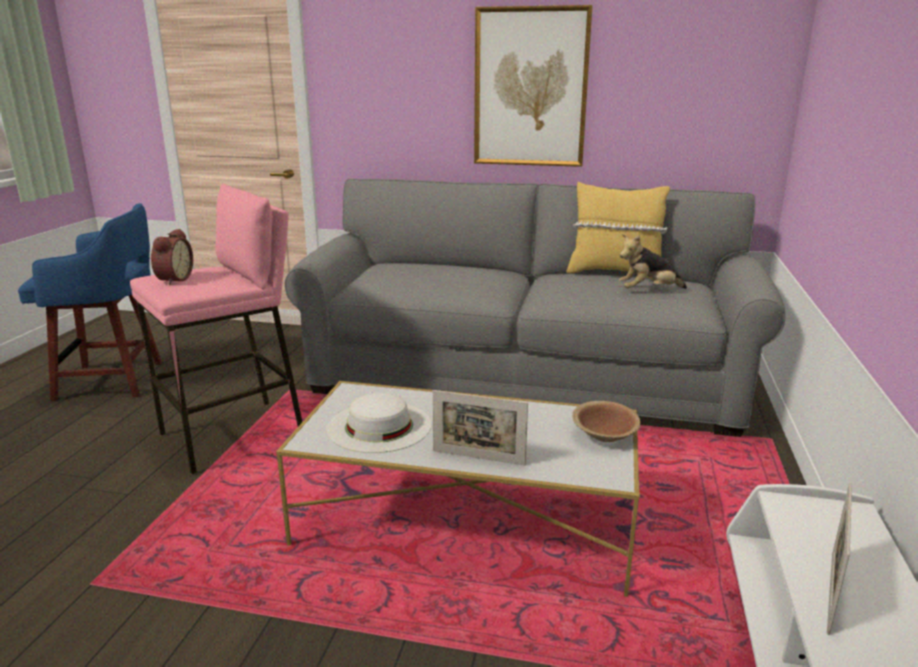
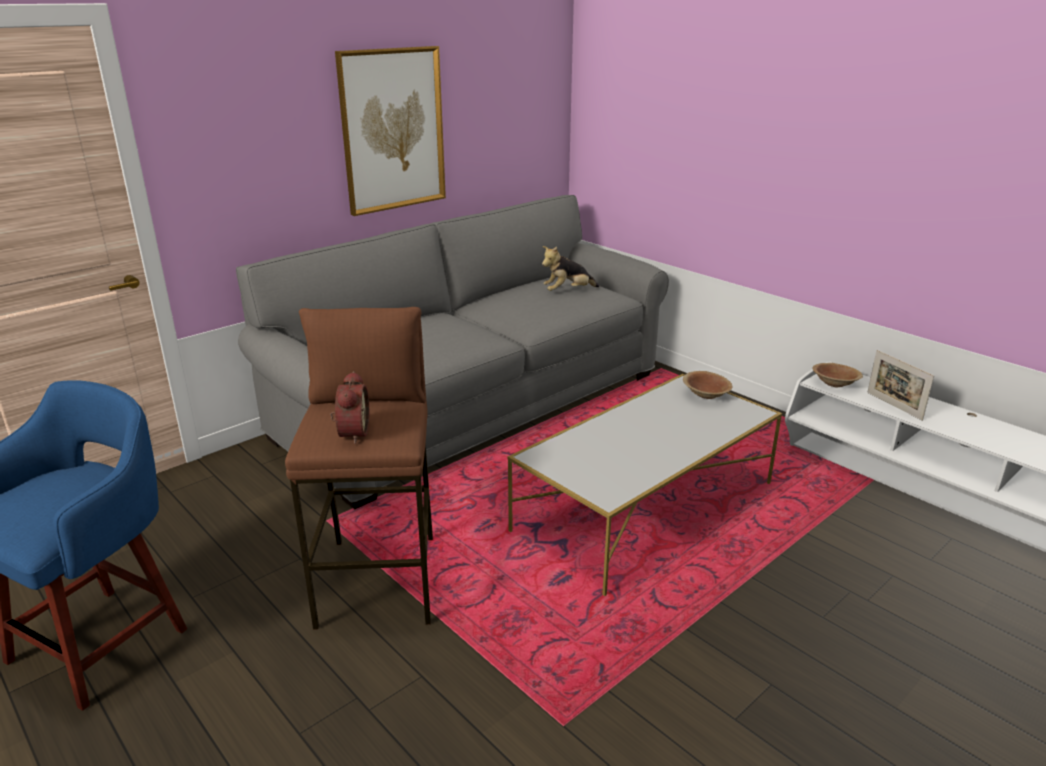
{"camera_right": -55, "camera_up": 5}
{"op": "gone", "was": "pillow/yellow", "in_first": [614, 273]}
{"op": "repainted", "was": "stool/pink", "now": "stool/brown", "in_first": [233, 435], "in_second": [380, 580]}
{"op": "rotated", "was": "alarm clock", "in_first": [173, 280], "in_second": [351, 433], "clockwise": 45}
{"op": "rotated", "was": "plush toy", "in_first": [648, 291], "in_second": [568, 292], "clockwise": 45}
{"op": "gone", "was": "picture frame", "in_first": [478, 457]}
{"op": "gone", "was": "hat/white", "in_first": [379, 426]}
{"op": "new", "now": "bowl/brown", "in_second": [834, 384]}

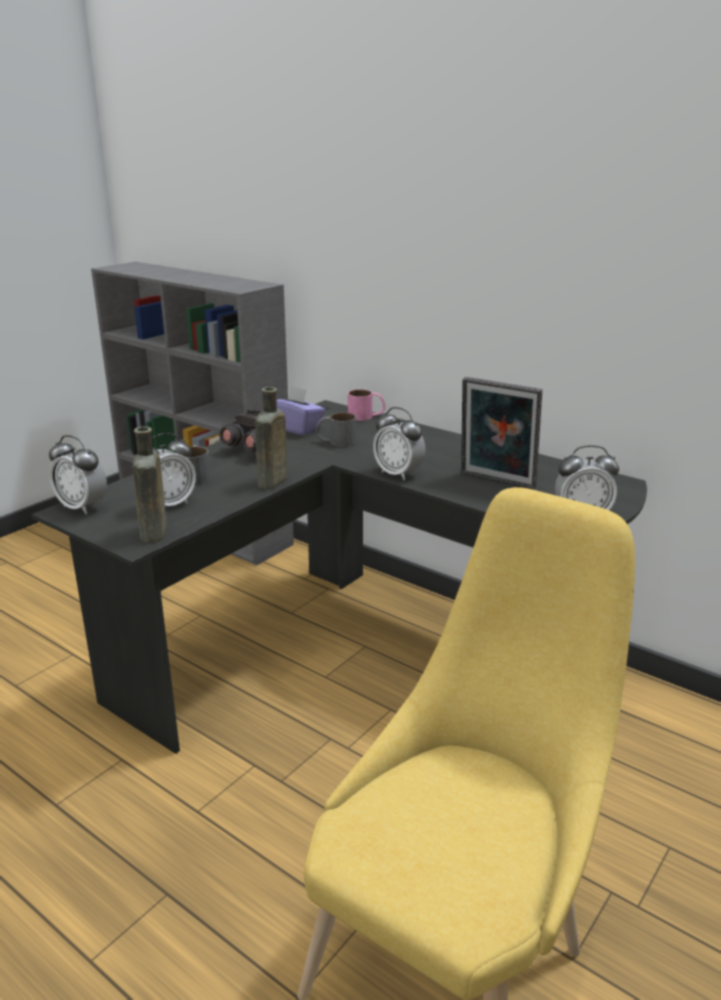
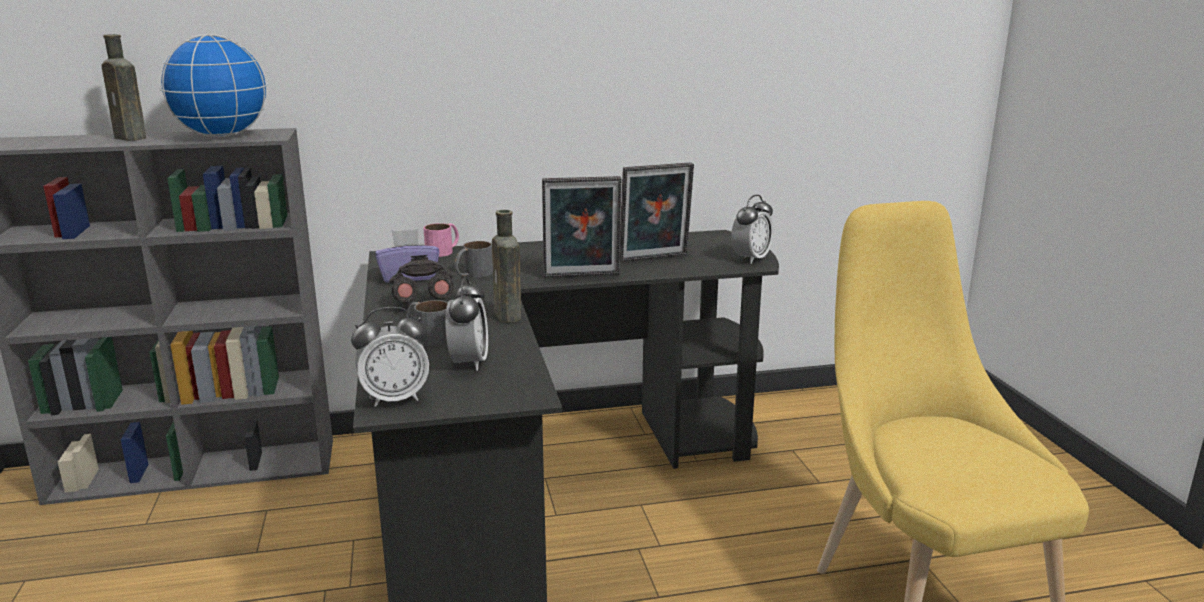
{"camera_right": -50, "camera_up": -5}
{"op": "swapped", "was": "alarm clock", "now": "picture frame", "in_first": [398, 474], "in_second": [582, 276]}
{"op": "shifted", "was": "bottle/brown", "in_first": [154, 535], "in_second": [132, 138]}
{"op": "new", "now": "globe", "in_second": [221, 136]}

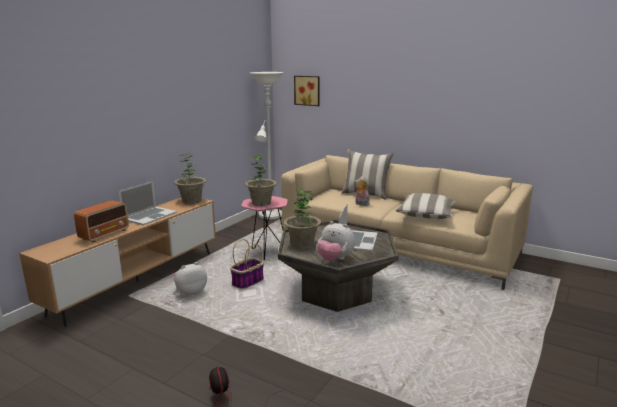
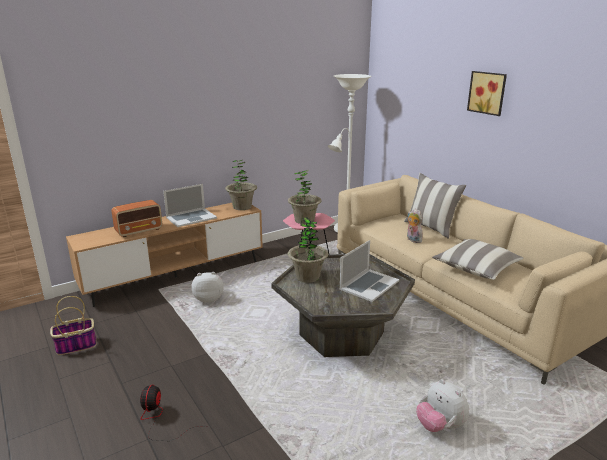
{"camera_right": 25, "camera_up": 5}
{"op": "shifted", "was": "picture", "in_first": [307, 90], "in_second": [487, 93]}
{"op": "shifted", "was": "plush toy", "in_first": [335, 259], "in_second": [440, 426]}
{"op": "shifted", "was": "basket", "in_first": [247, 282], "in_second": [75, 346]}

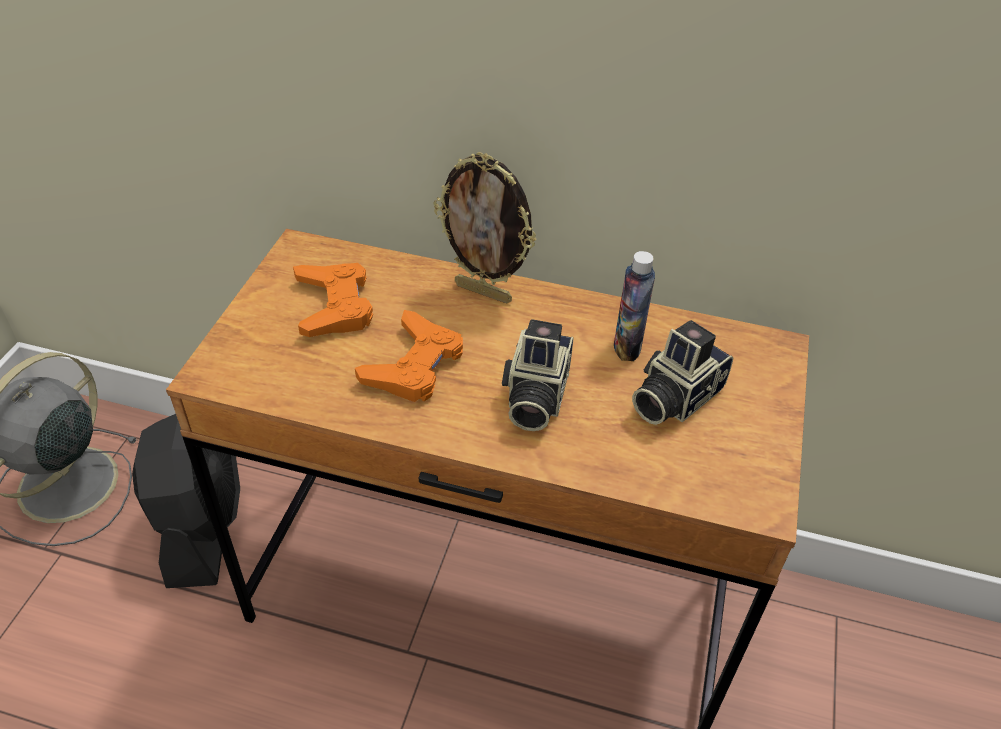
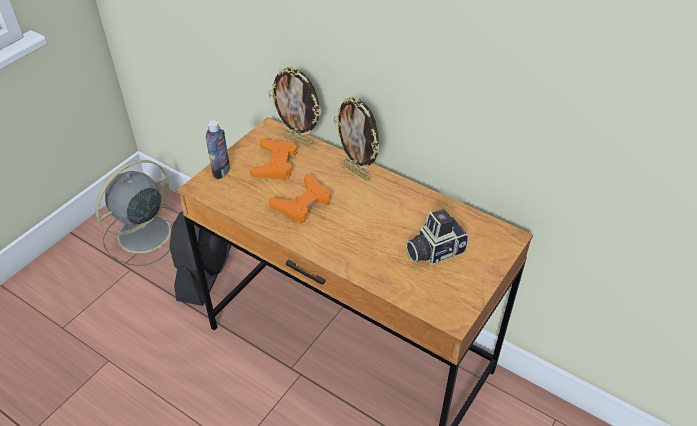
{"camera_right": 20, "camera_up": 0}
{"op": "shifted", "was": "bottle", "in_first": [627, 346], "in_second": [221, 172]}
{"op": "gone", "was": "photo camera", "in_first": [534, 397]}
{"op": "new", "now": "picture frame", "in_second": [298, 140]}

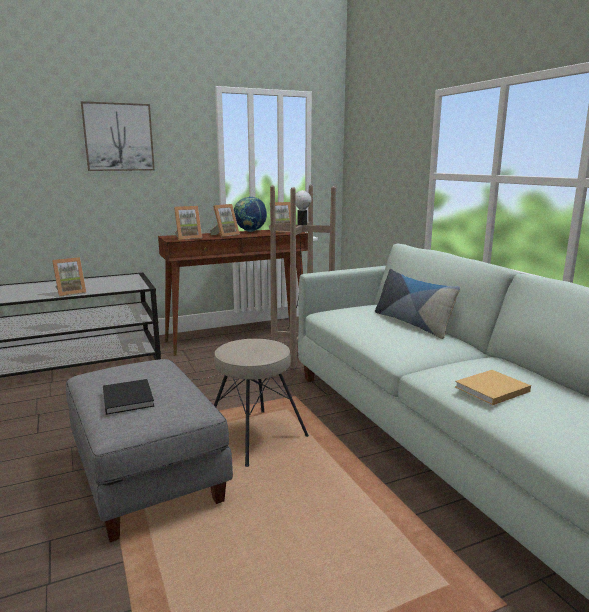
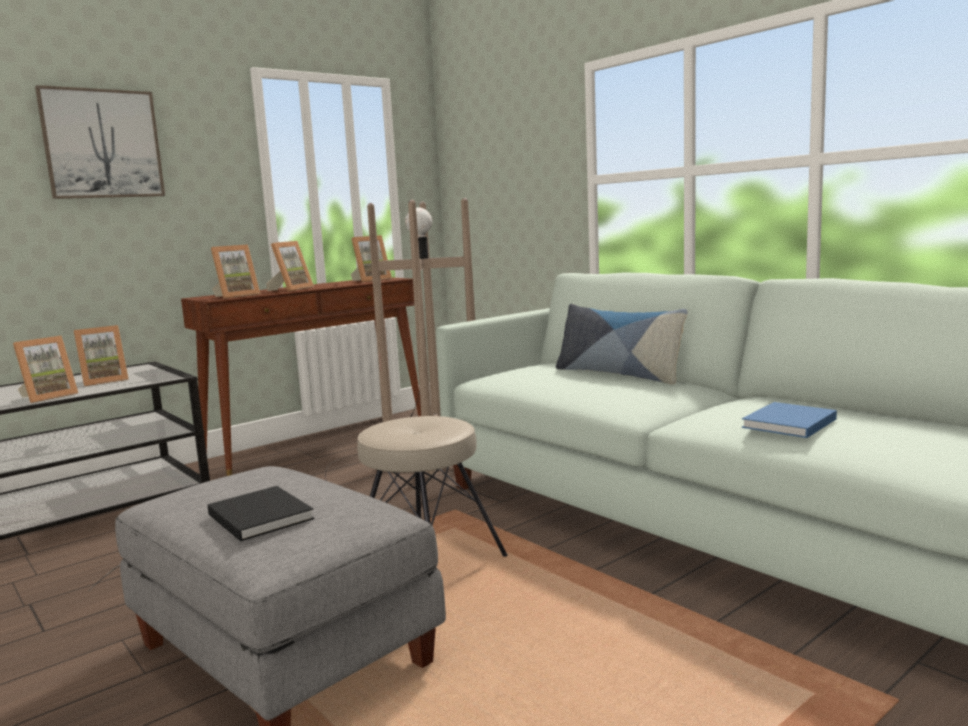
{"camera_right": -15, "camera_up": -5}
{"op": "gone", "was": "globe", "in_first": [250, 231]}
{"op": "repainted", "was": "book/beige", "now": "book/blue", "in_first": [490, 390], "in_second": [788, 424]}
{"op": "new", "now": "picture frame", "in_second": [104, 381]}

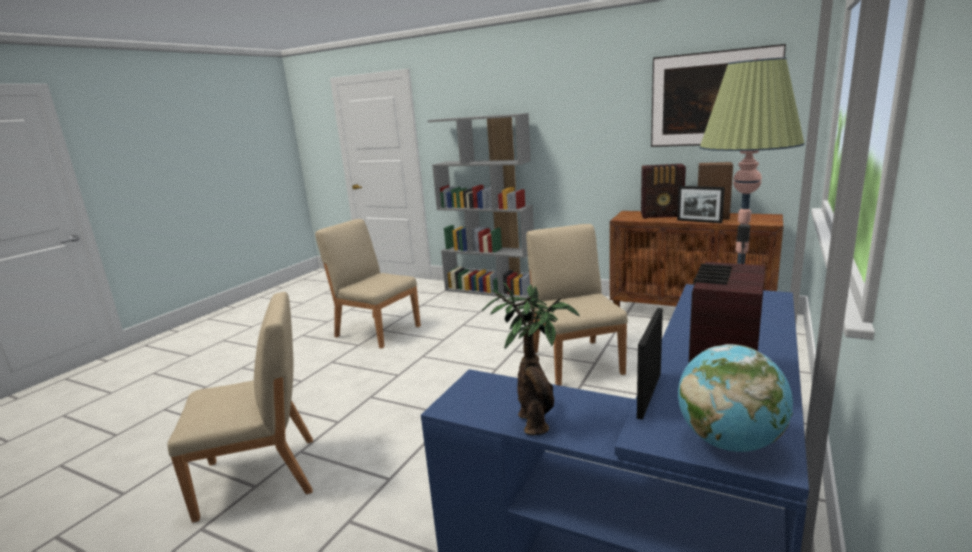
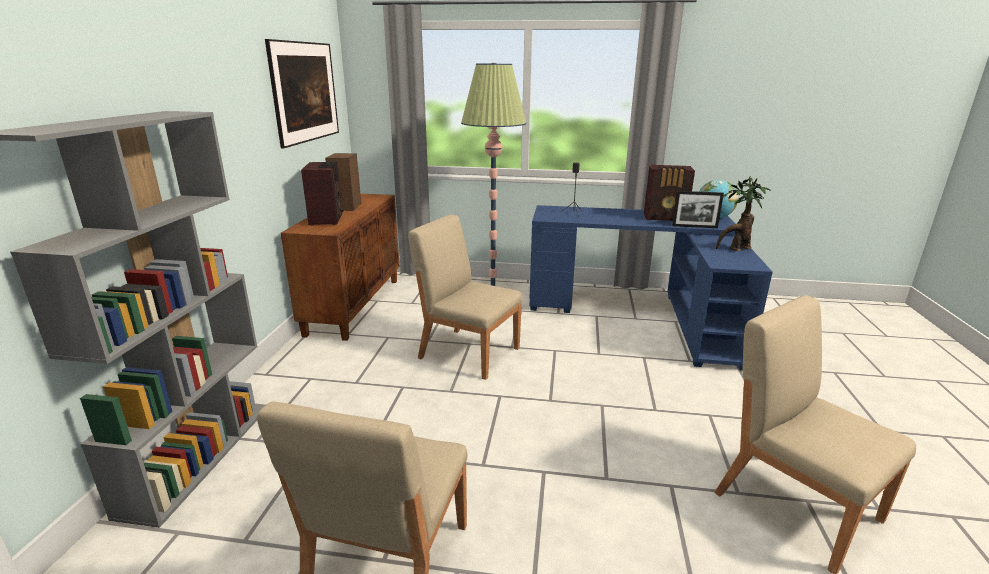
{"camera_right": -110, "camera_up": 5}
{"op": "gone", "was": "picture frame", "in_first": [699, 221]}
{"op": "rotated", "was": "chair/beige", "in_first": [576, 361], "in_second": [468, 352], "clockwise": 60}

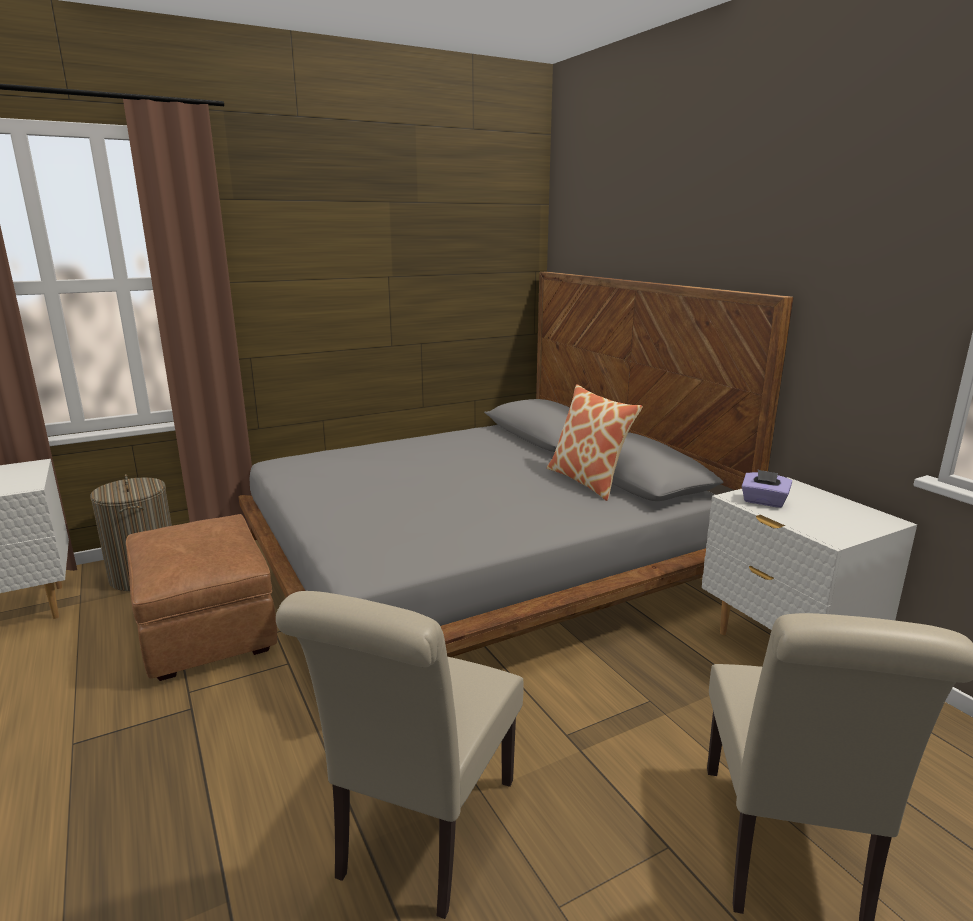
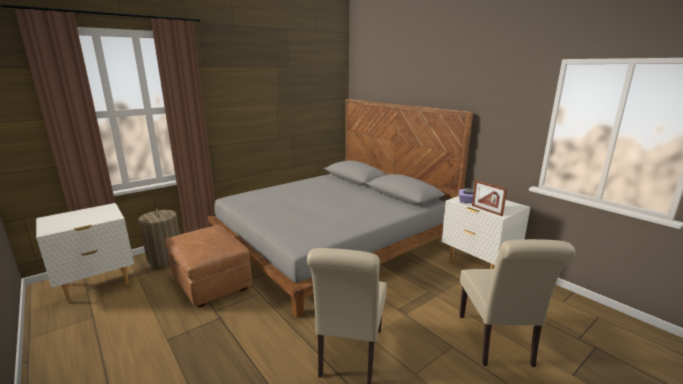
{"camera_right": -10, "camera_up": 0}
{"op": "gone", "was": "pillow", "in_first": [588, 481]}
{"op": "new", "now": "picture frame", "in_second": [486, 210]}

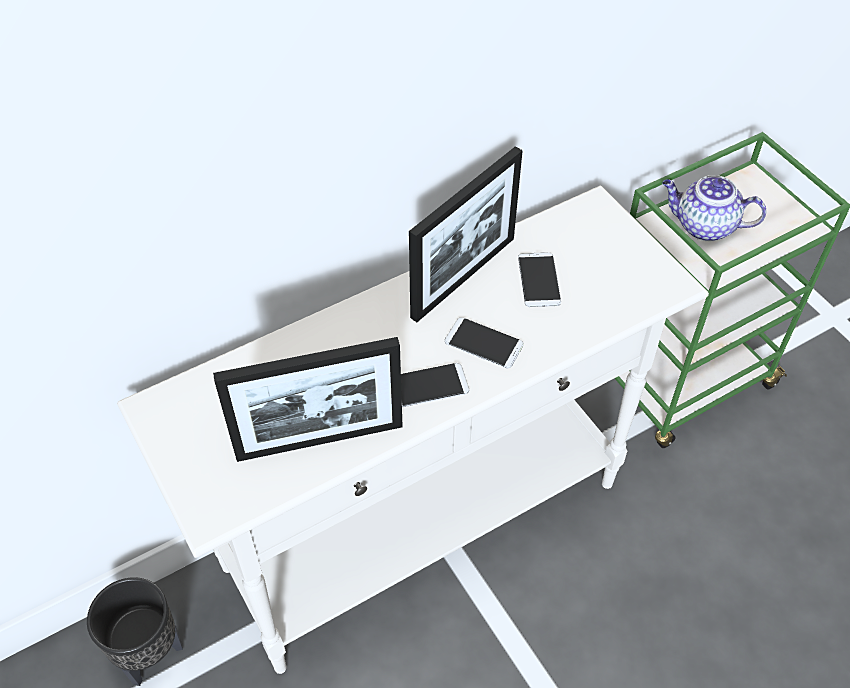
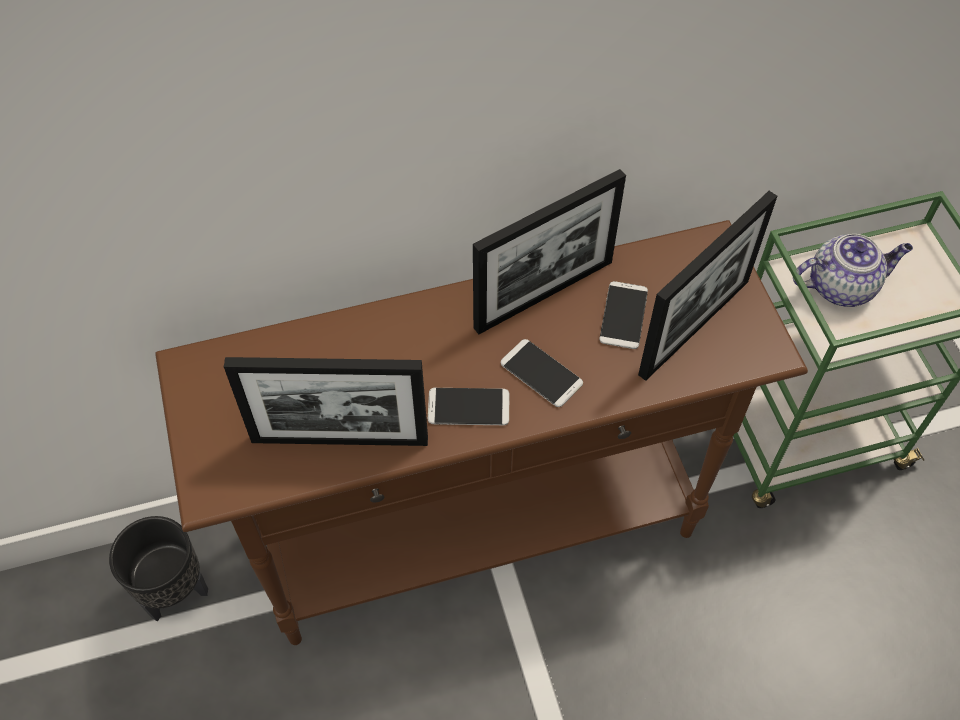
{"camera_right": 15, "camera_up": 5}
{"op": "rotated", "was": "teapot", "in_first": [703, 226], "in_second": [842, 286], "clockwise": 135}
{"op": "repainted", "was": "console table/white", "now": "console table/brown", "in_first": [425, 525], "in_second": [481, 529]}
{"op": "new", "now": "picture frame", "in_second": [694, 327]}

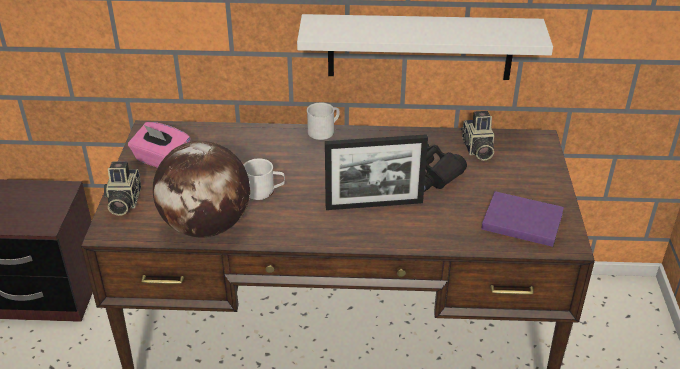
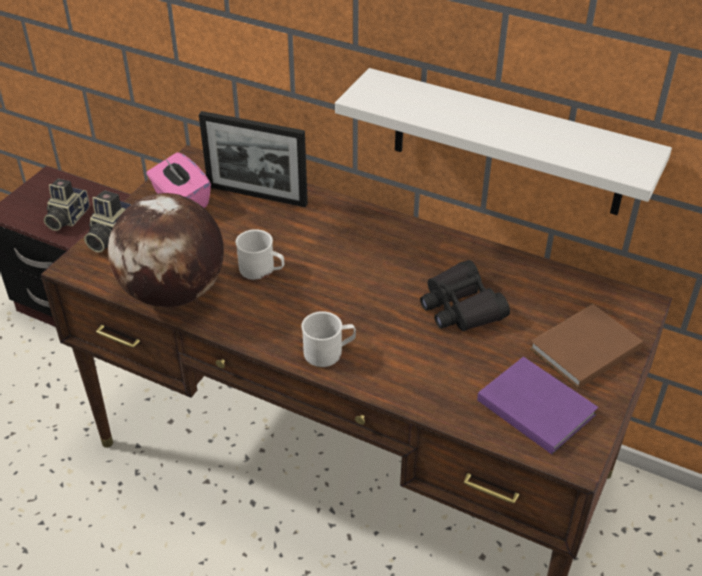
{"camera_right": 25, "camera_up": 5}
{"op": "shifted", "was": "mug/white", "in_first": [324, 130], "in_second": [329, 351]}
{"op": "shifted", "was": "photo camera", "in_first": [477, 149], "in_second": [66, 218]}
{"op": "shifted", "was": "picture frame", "in_first": [374, 204], "in_second": [257, 195]}
{"op": "new", "now": "book/brown", "in_second": [582, 349]}

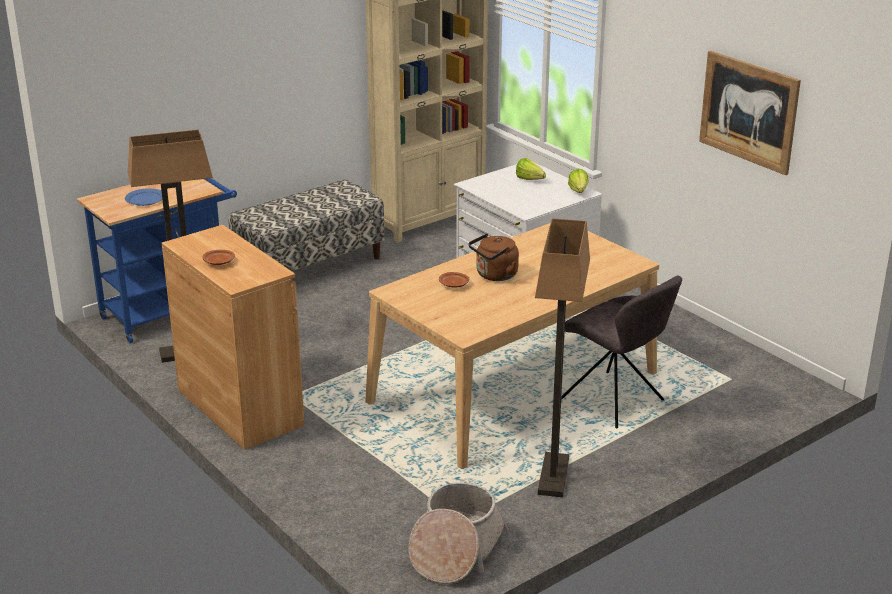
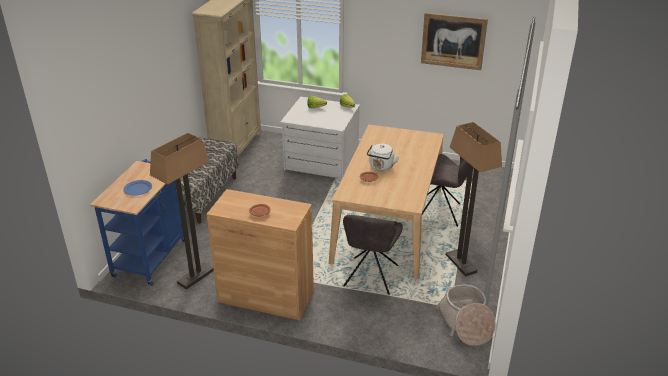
{"camera_right": -35, "camera_up": 5}
{"op": "repainted", "was": "kettle/brown", "now": "kettle/white", "in_first": [494, 275], "in_second": [381, 167]}
{"op": "new", "now": "chair/grey", "in_second": [370, 277]}

